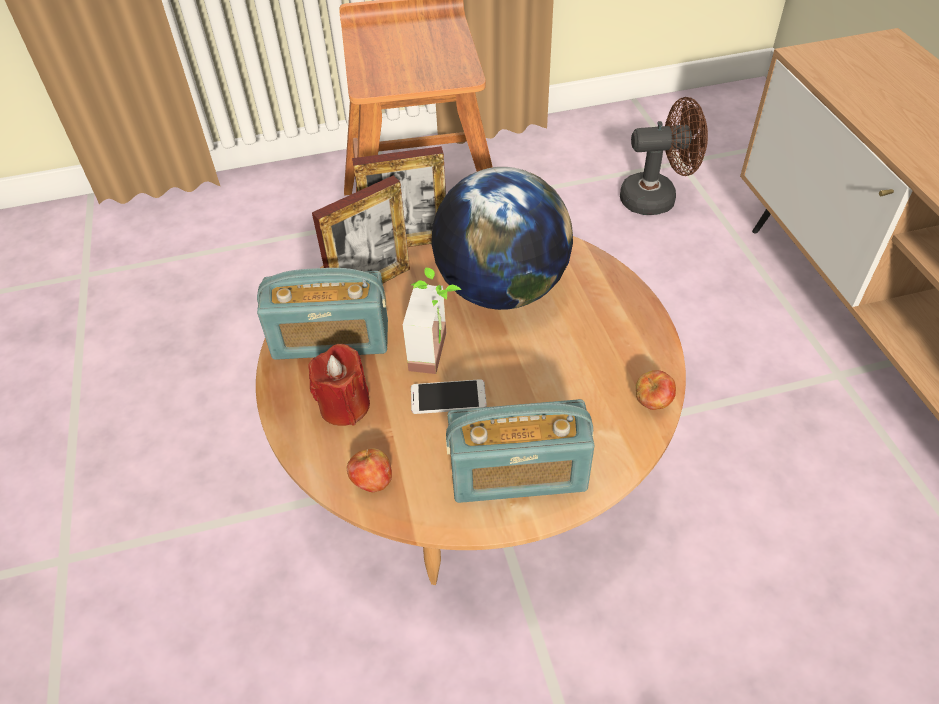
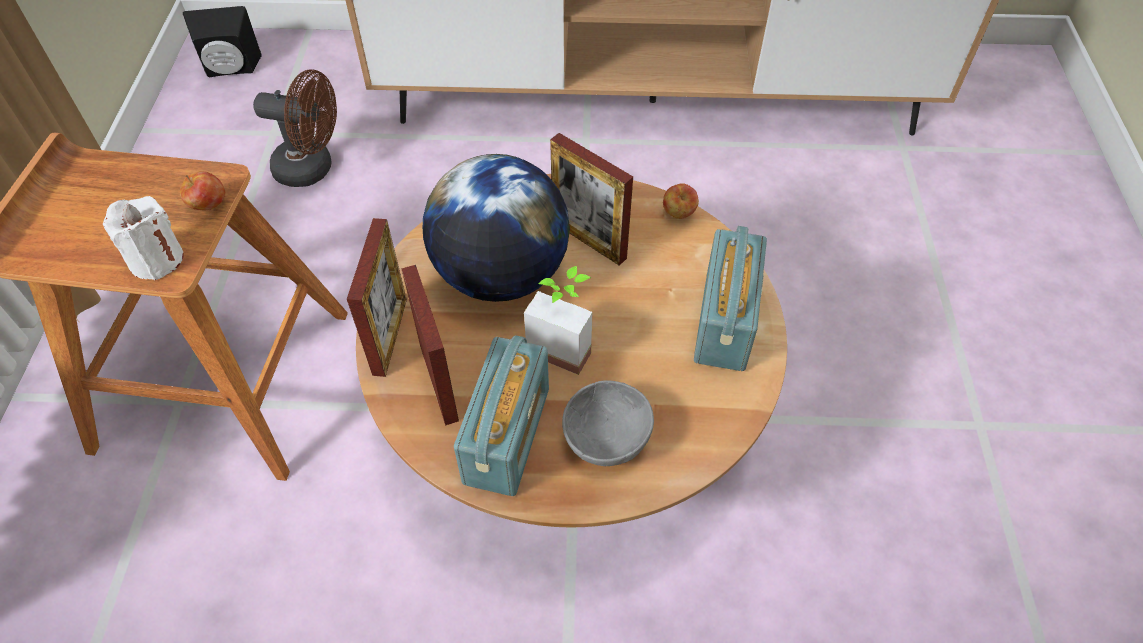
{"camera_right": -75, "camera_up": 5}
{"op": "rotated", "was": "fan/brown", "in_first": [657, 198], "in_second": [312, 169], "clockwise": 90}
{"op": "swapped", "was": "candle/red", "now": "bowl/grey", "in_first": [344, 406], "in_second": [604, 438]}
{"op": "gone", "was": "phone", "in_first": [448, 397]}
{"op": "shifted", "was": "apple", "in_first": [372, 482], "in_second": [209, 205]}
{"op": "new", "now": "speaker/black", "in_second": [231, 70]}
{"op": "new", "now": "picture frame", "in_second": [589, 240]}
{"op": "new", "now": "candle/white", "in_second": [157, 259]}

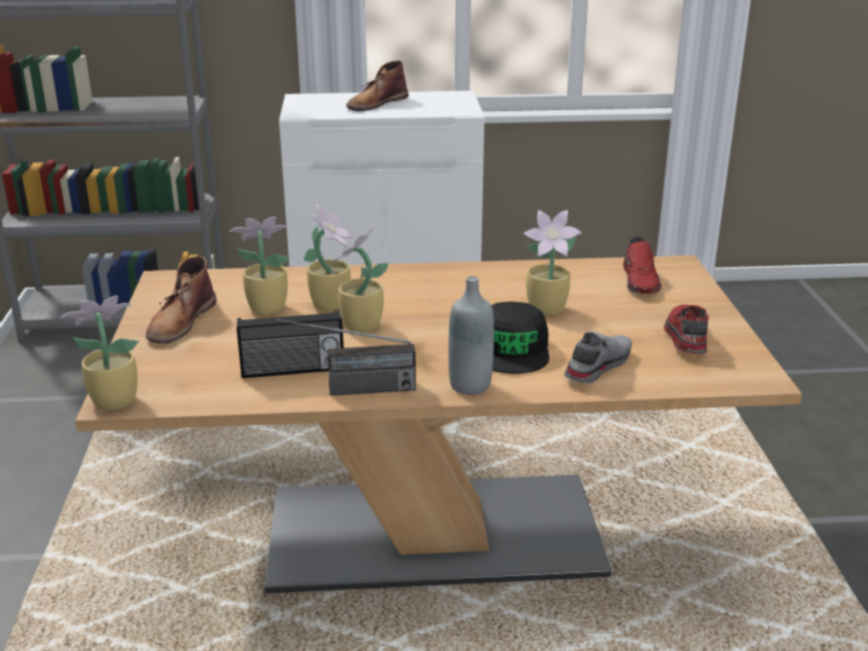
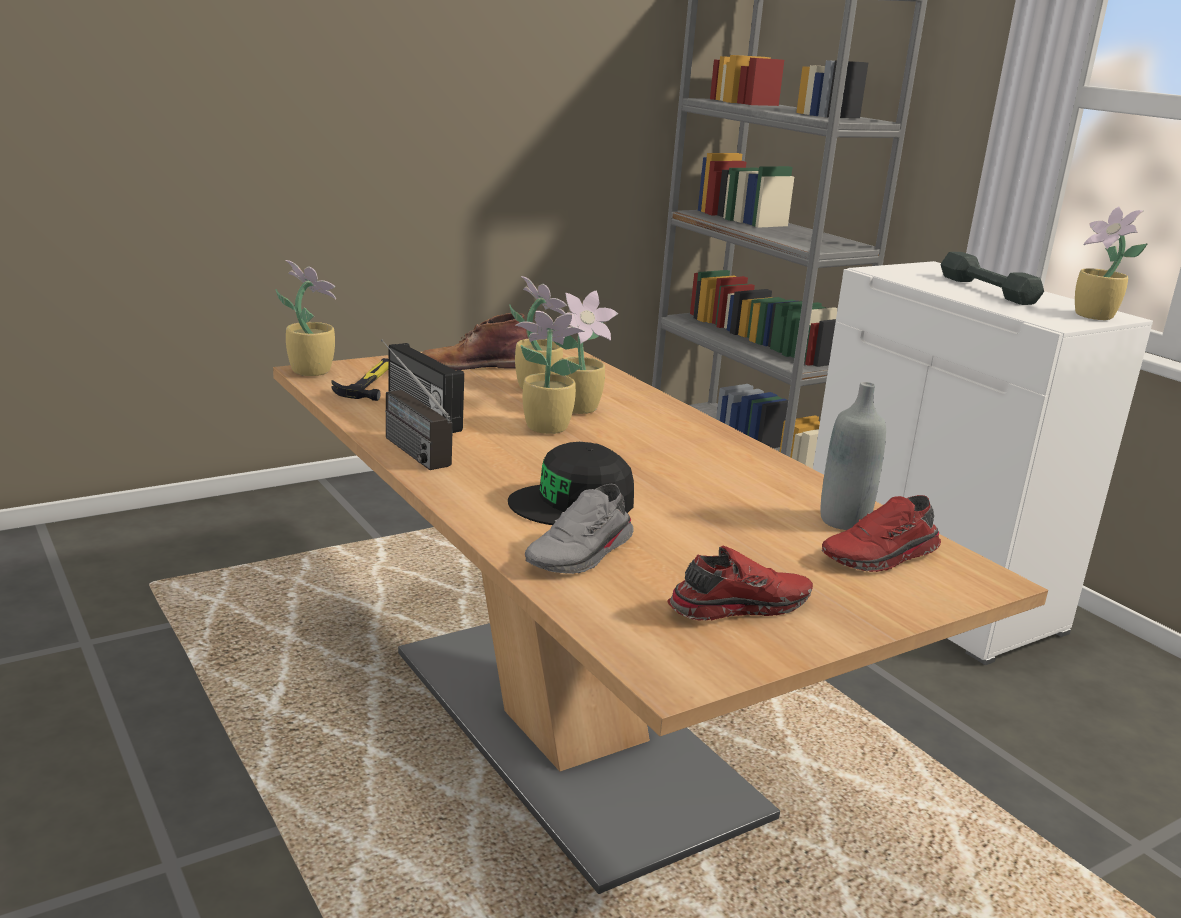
{"camera_right": 60, "camera_up": -5}
{"op": "swapped", "was": "boot/brown", "now": "dumbbell/grey", "in_first": [376, 103], "in_second": [988, 290]}
{"op": "shifted", "was": "potted plant", "in_first": [548, 310], "in_second": [1094, 316]}
{"op": "shifted", "was": "bottle/grey", "in_first": [470, 385], "in_second": [844, 521]}
{"op": "rotated", "was": "shoe/grey", "in_first": [596, 366], "in_second": [582, 554], "clockwise": 120}
{"op": "new", "now": "hammer", "in_second": [370, 382]}

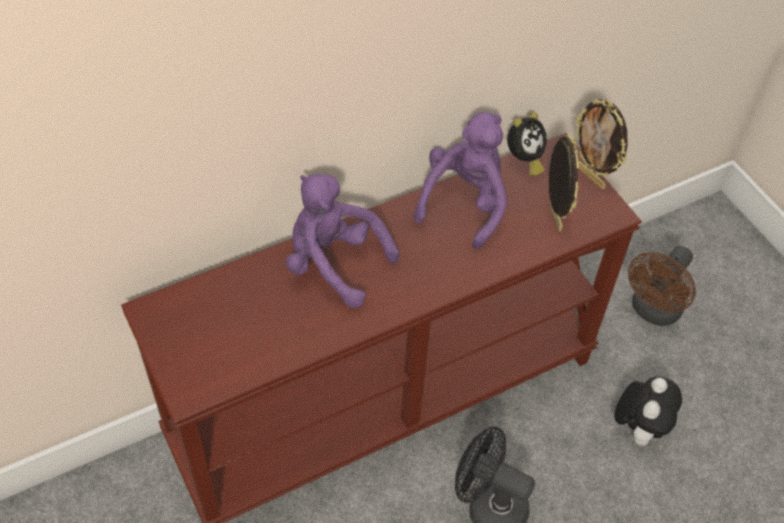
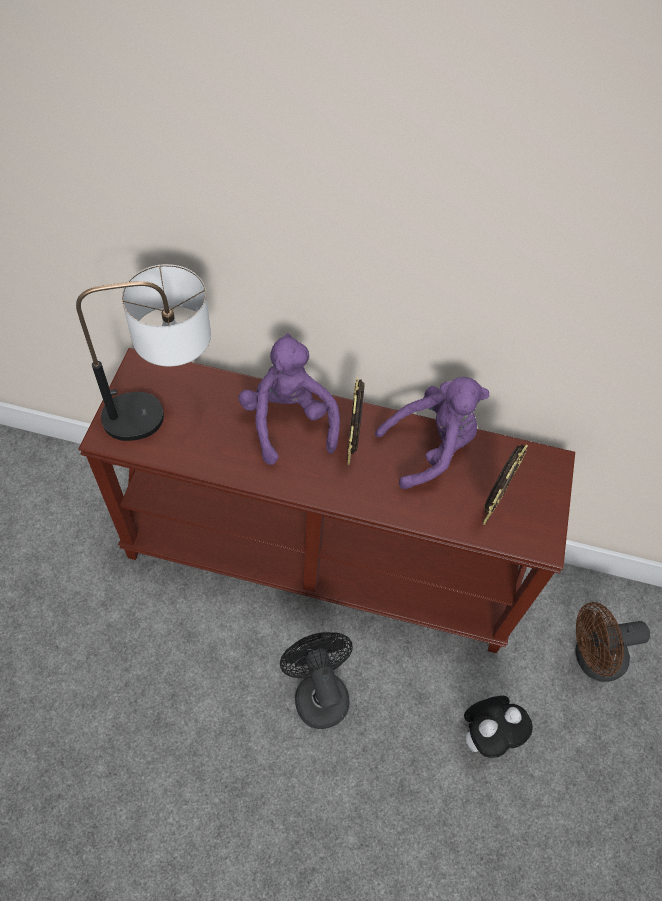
{"camera_right": 40, "camera_up": 5}
{"op": "shifted", "was": "picture frame", "in_first": [591, 177], "in_second": [351, 449]}
{"op": "gone", "was": "alarm clock", "in_first": [524, 160]}
{"op": "new", "now": "table lamp", "in_second": [163, 413]}

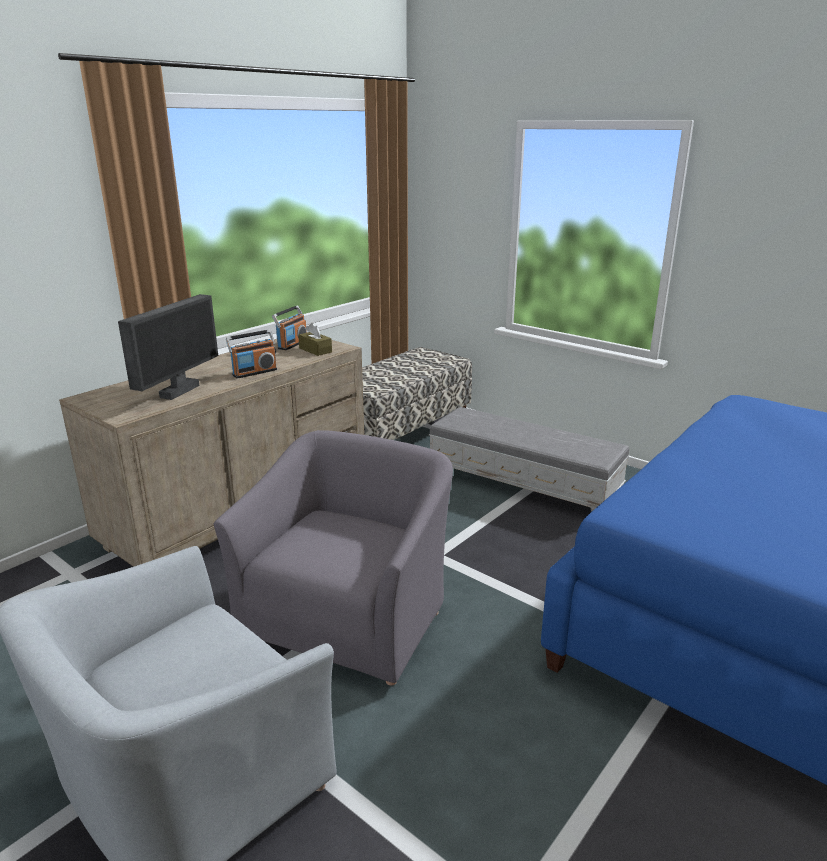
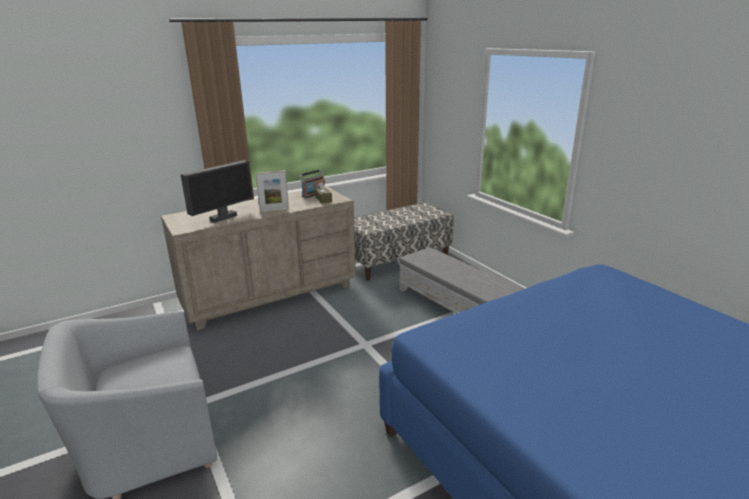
{"camera_right": 20, "camera_up": 0}
{"op": "swapped", "was": "radio", "now": "picture frame", "in_first": [254, 372], "in_second": [274, 210]}
{"op": "gone", "was": "armchair/grey", "in_first": [349, 616]}

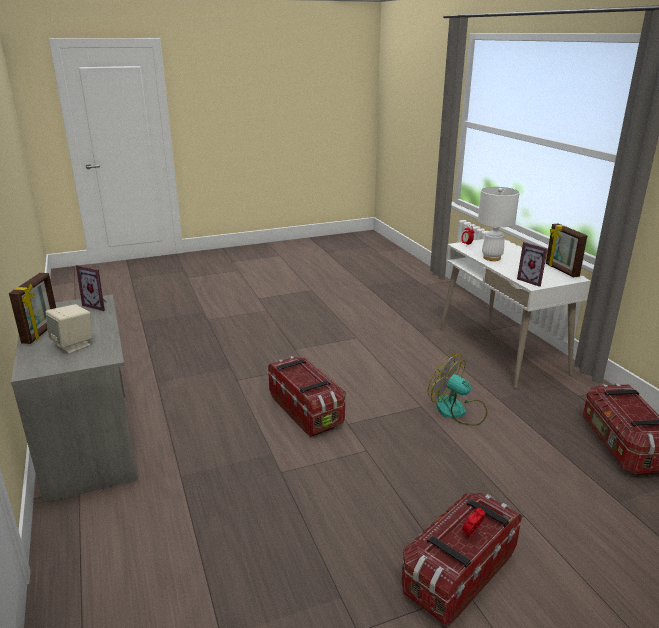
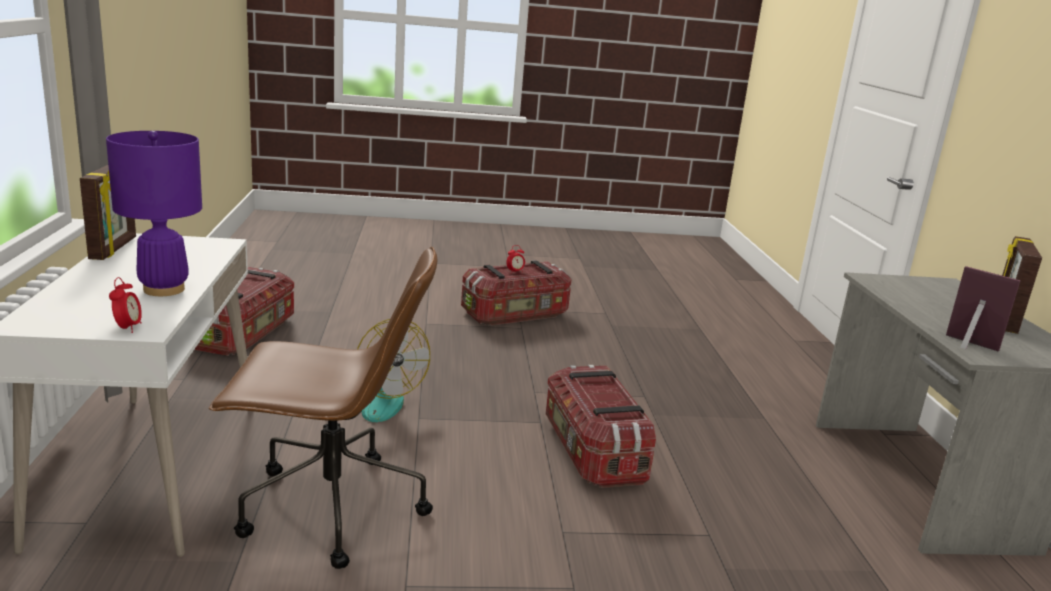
{"camera_right": -165, "camera_up": -5}
{"op": "repainted", "was": "table lamp/white", "now": "table lamp/purple", "in_first": [492, 258], "in_second": [163, 289]}
{"op": "gone", "was": "picture frame", "in_first": [532, 281]}
{"op": "gone", "was": "speaker/beige", "in_first": [74, 345]}
{"op": "new", "now": "office chair/brown", "in_second": [329, 508]}

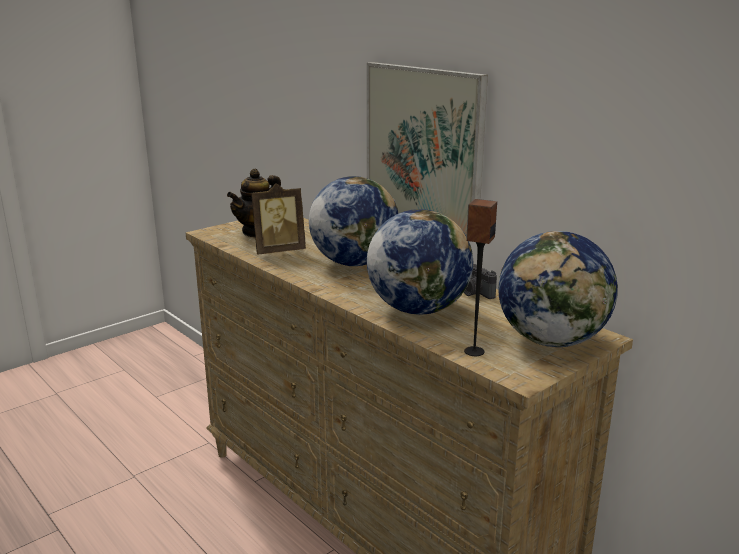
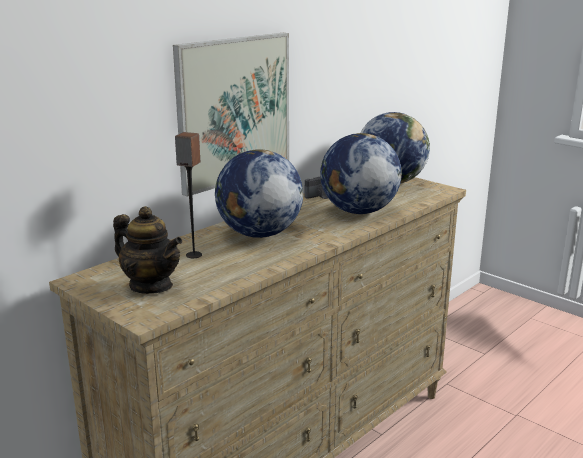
{"camera_right": -95, "camera_up": 0}
{"op": "gone", "was": "picture frame", "in_first": [279, 250]}
{"op": "shifted", "was": "speaker", "in_first": [473, 351], "in_second": [193, 255]}

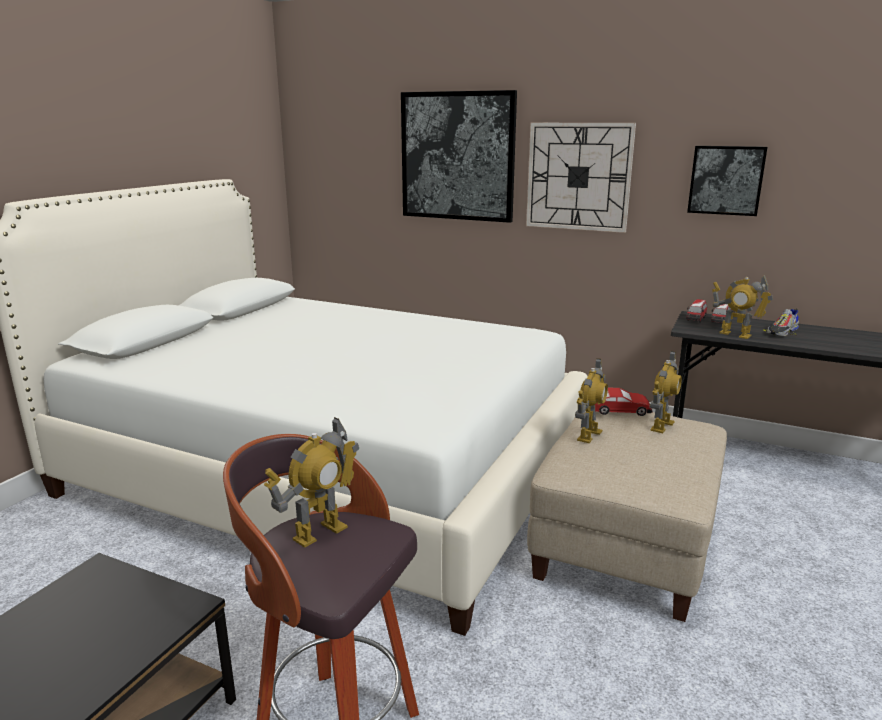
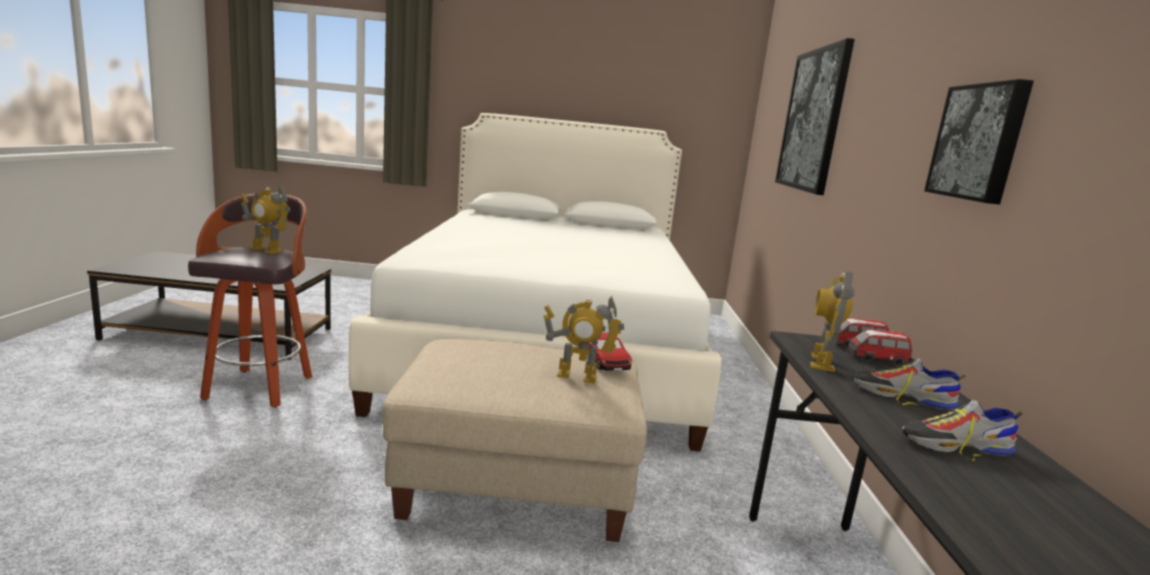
{"camera_right": 65, "camera_up": -5}
{"op": "gone", "was": "wall clock", "in_first": [578, 177]}
{"op": "gone", "was": "toy robot", "in_first": [588, 435]}
{"op": "new", "now": "shoe", "in_second": [955, 445]}

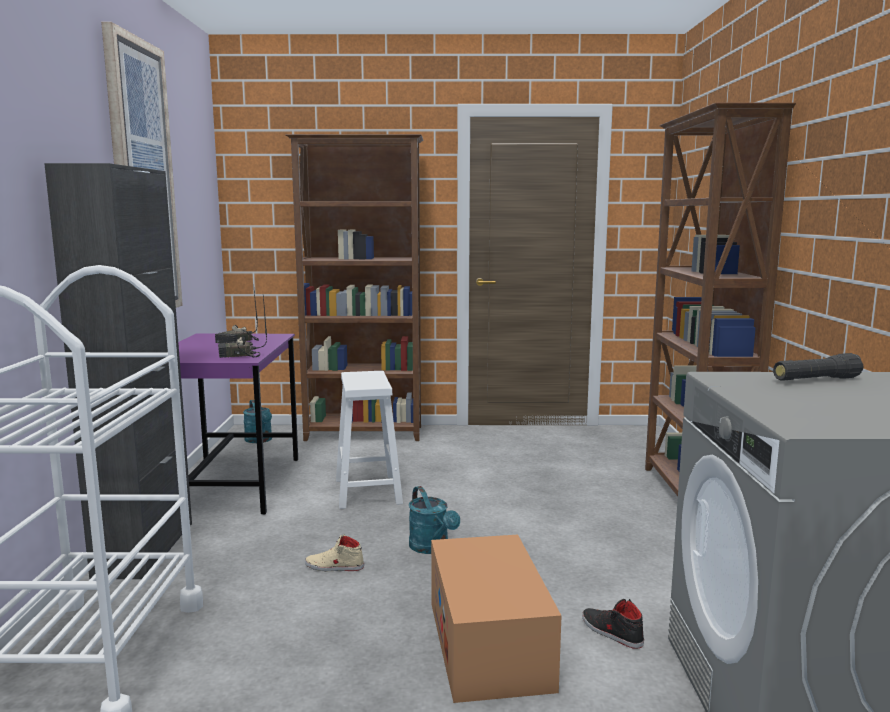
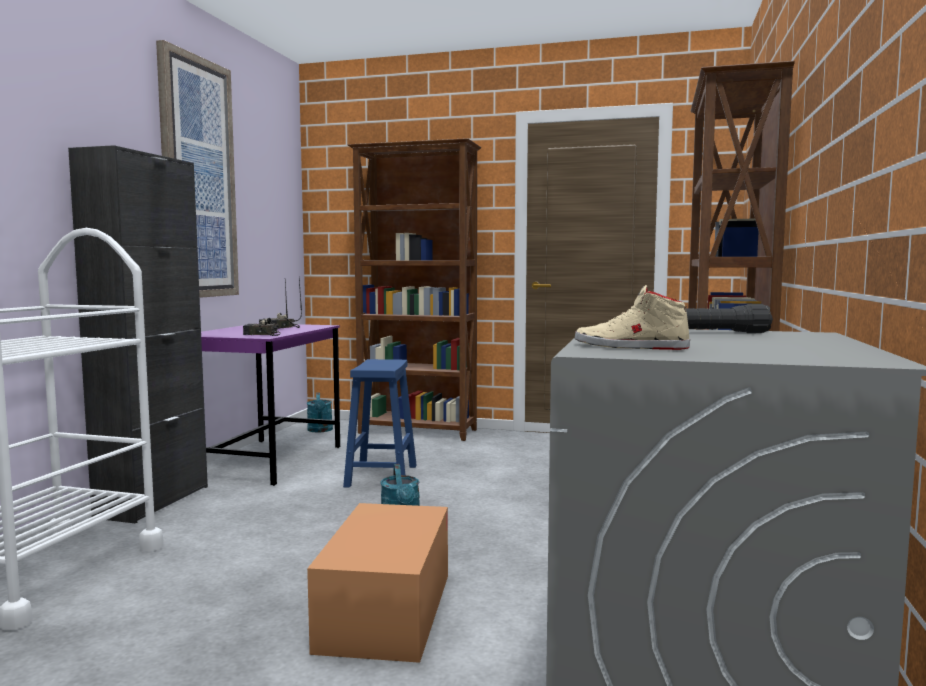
{"camera_right": 15, "camera_up": -5}
{"op": "repainted", "was": "stool/white", "now": "stool/blue", "in_first": [368, 492], "in_second": [381, 476]}
{"op": "shifted", "was": "shoe/beige", "in_first": [334, 566], "in_second": [630, 346]}
{"op": "gone", "was": "shoe/black", "in_first": [611, 632]}

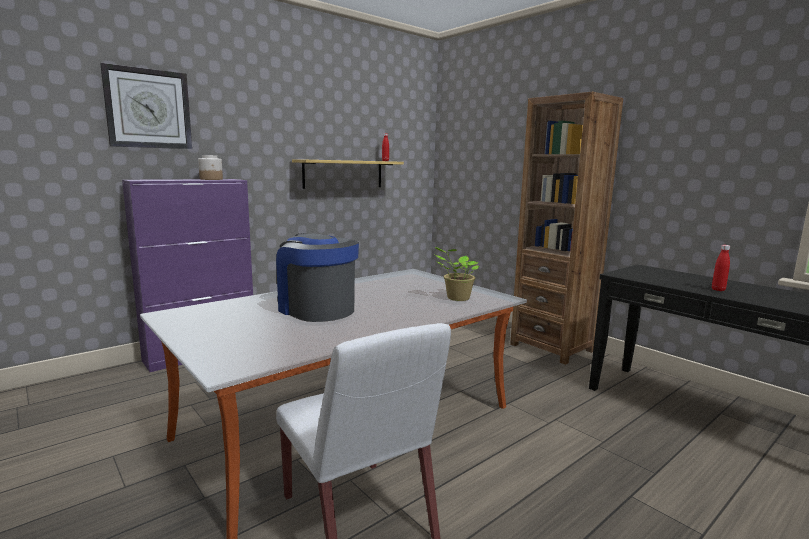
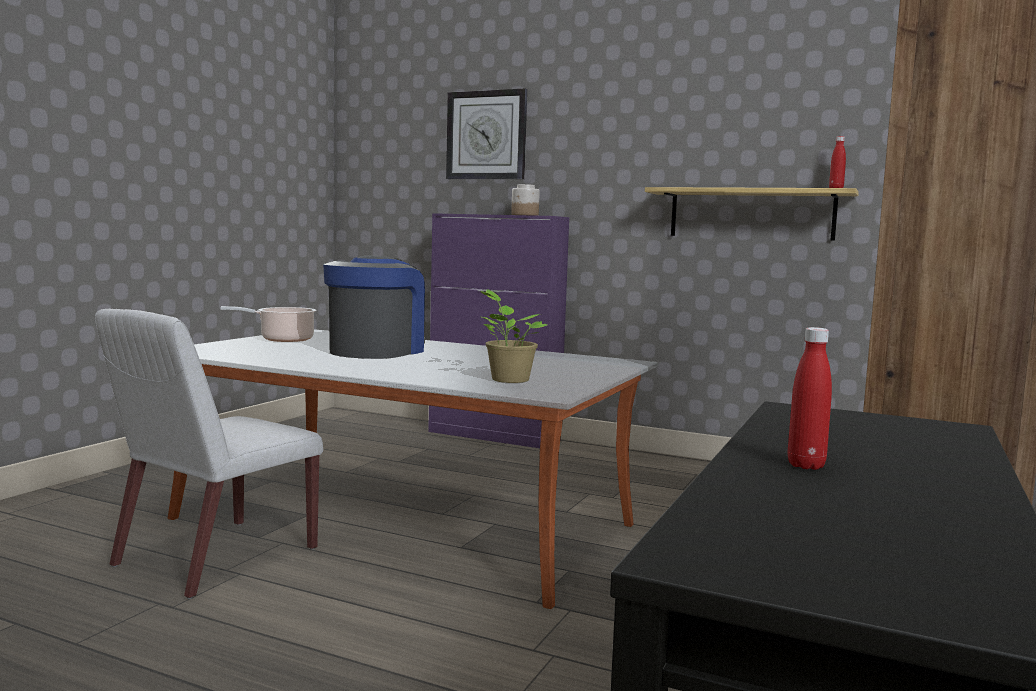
{"camera_right": 65, "camera_up": -5}
{"op": "new", "now": "cooking pot", "in_second": [283, 339]}

